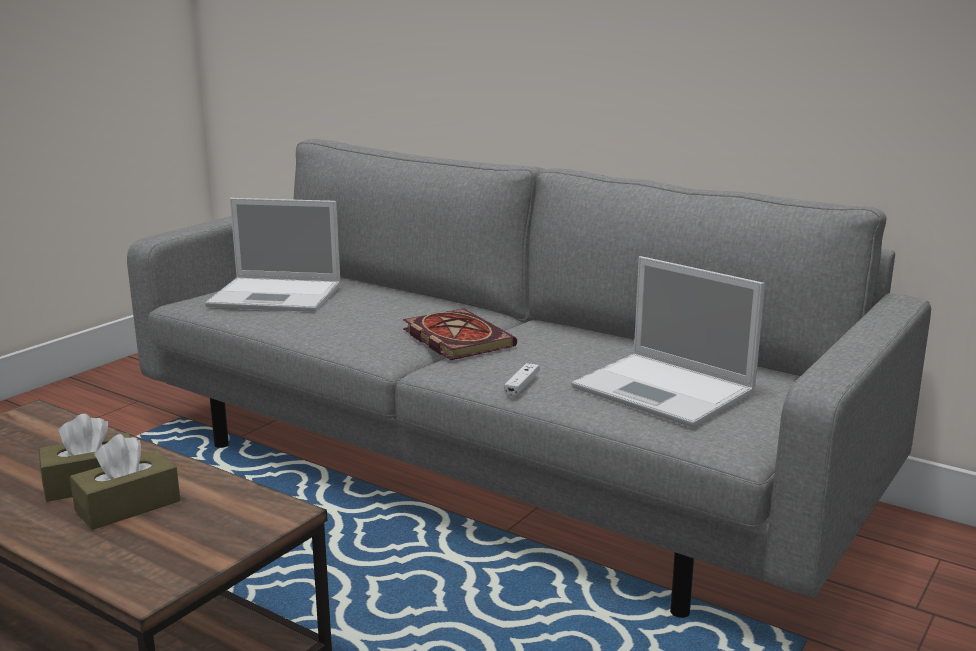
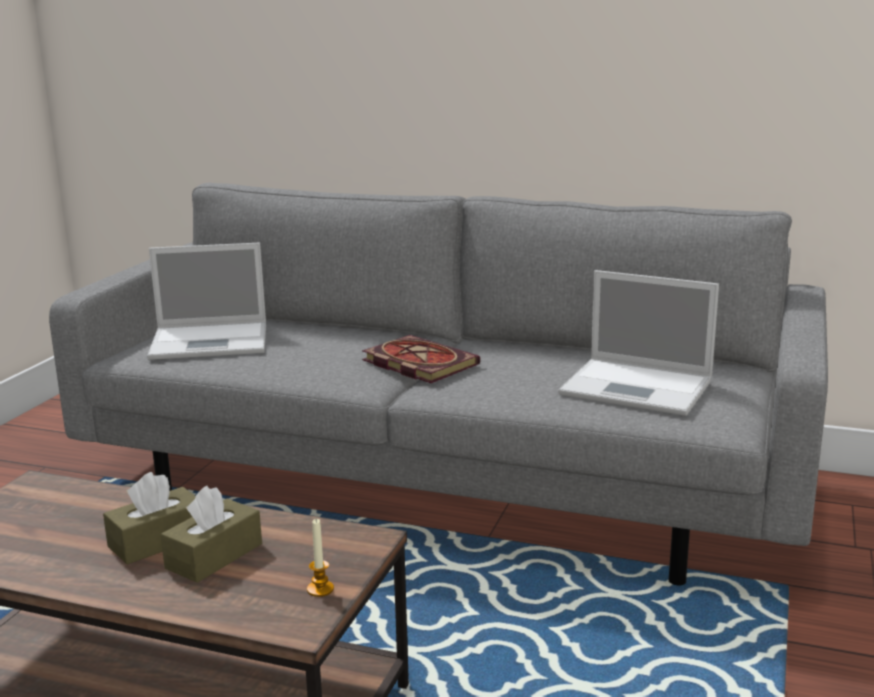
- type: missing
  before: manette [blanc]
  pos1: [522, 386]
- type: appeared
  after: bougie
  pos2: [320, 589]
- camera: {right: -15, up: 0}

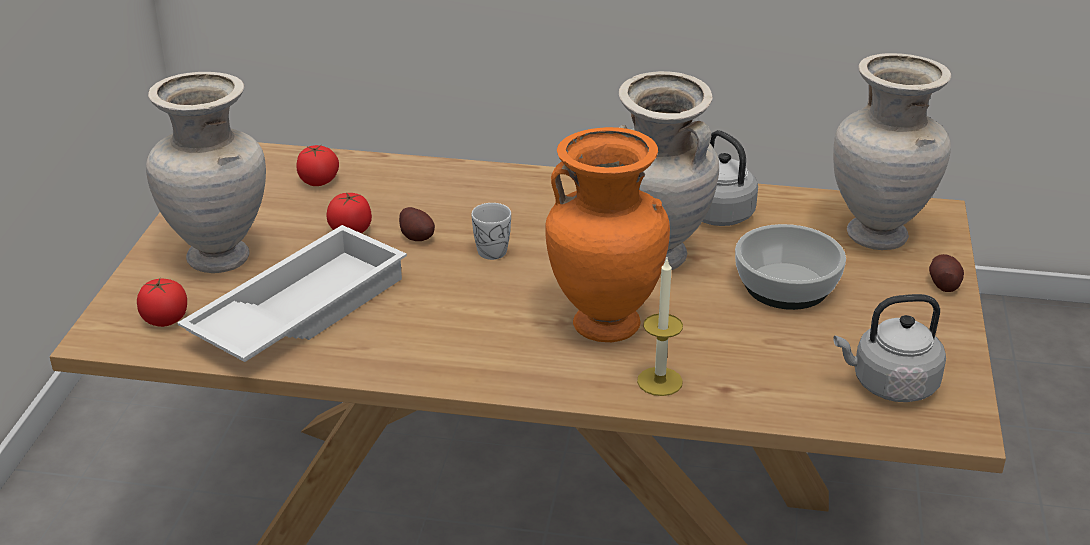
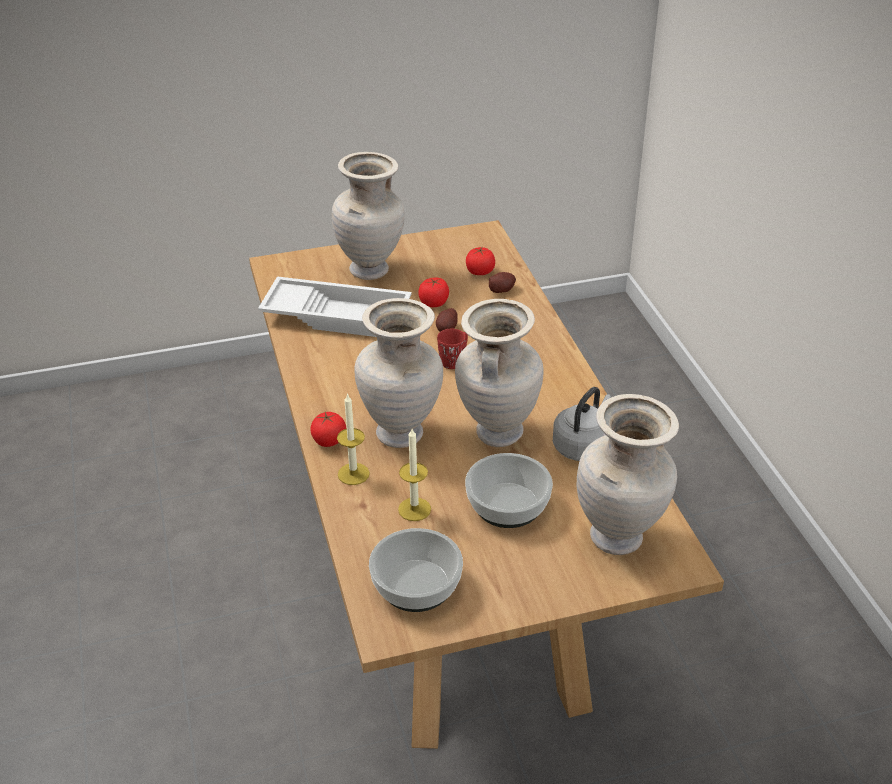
- type: relocated
  before: tomate
  pos1: [165, 319]
  pos2: [329, 441]
- type: colour
  before: mug [blanc]
  after: mug [rouge]
  pos1: [489, 248]
  pos2: [454, 361]
- type: colour
  before: vase [orange]
  after: vase [beige]
  pos1: [605, 324]
  pos2: [401, 433]
- type: exchanged
  before: bouilloire [gris]
  after: bol
  pos1: [890, 385]
  pos2: [415, 584]
- type: relocated
  before: pomme de terre
  pos1: [944, 284]
  pos2: [502, 289]
- type: appeared
  after: bougie
  pos2: [414, 509]
- camera: {right: 65, up: 5}

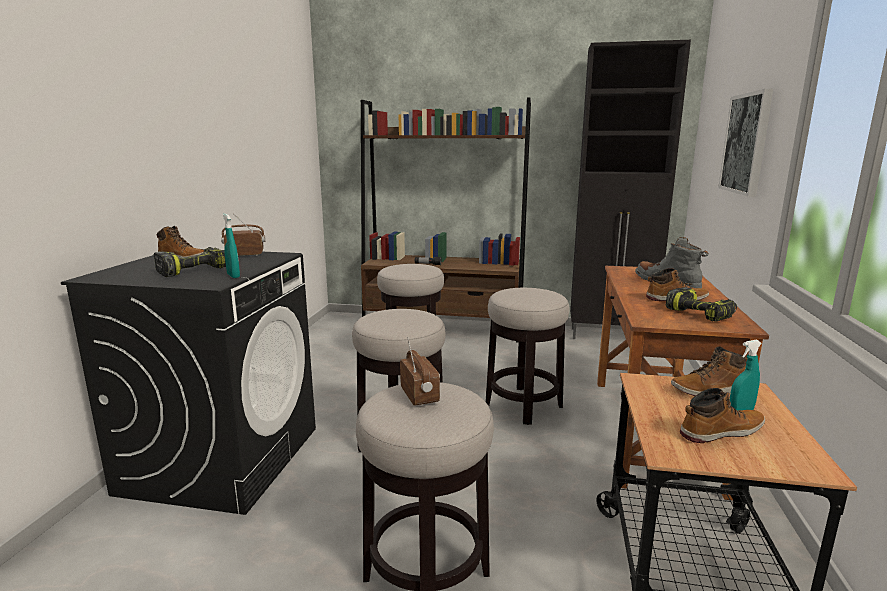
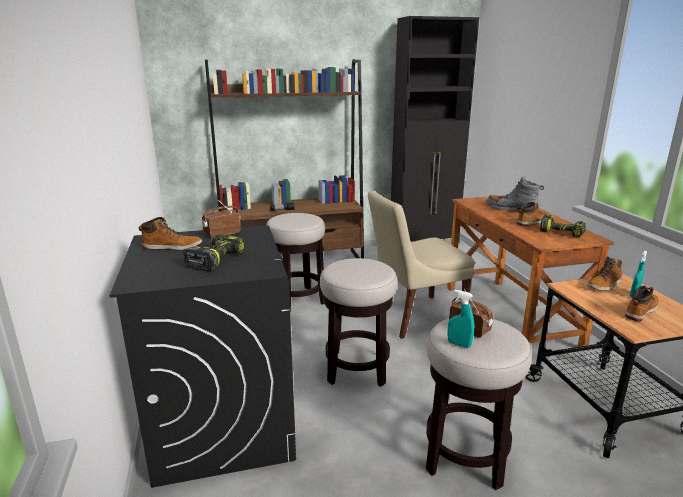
- type: relocated
  before: vaporisateur [turquoise]
  pos1: [233, 276]
  pos2: [459, 344]
- type: exchanged
  before: tabouret
  after: chaise [beige]
  pos1: [523, 405]
  pos2: [414, 316]
- type: missing
  before: tableau
  pos1: [746, 143]
- camera: {right: -25, up: 5}

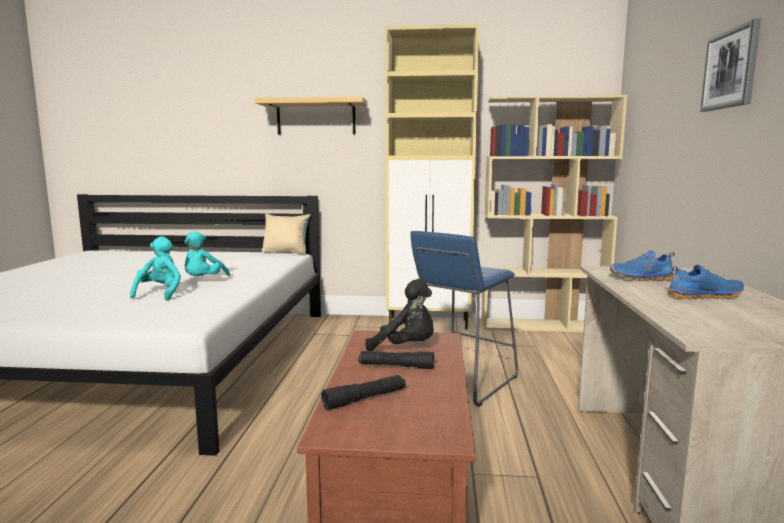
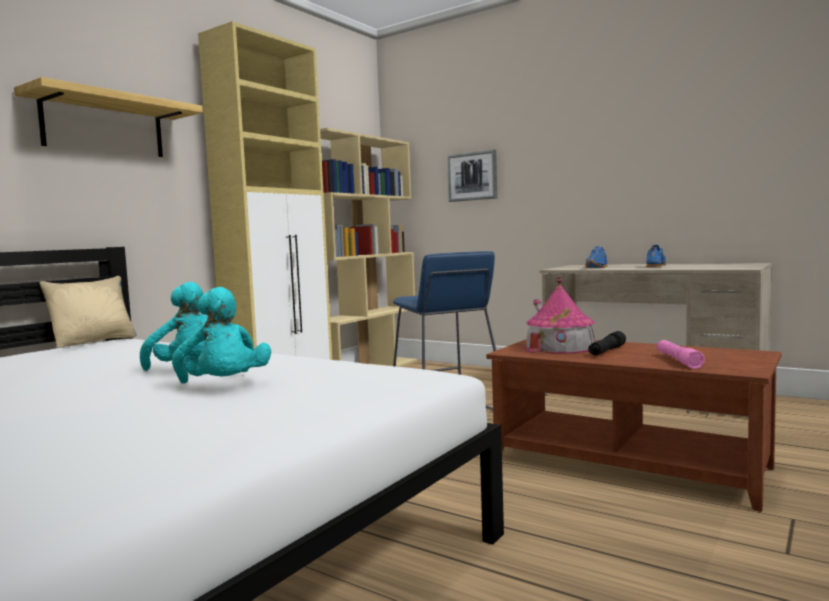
- type: spun
  before: peluche [turquoise]
  pos1: [160, 294]
  pos2: [224, 386]
  turn: -150
- type: colour
  before: lampe de poche [noir]
  after: lampe de poche [rose]
  pos1: [365, 399]
  pos2: [678, 361]
- type: exchanged
  before: peluche [noir]
  after: maison miniature
  pos1: [406, 348]
  pos2: [560, 346]
- type: relocated
  before: tableau
  pos1: [730, 69]
  pos2: [472, 176]
- camera: {right: -60, up: -5}

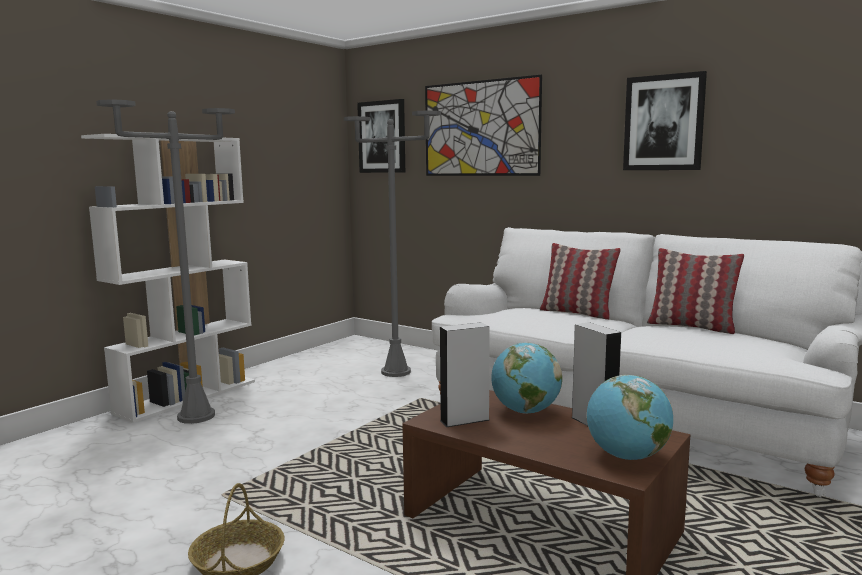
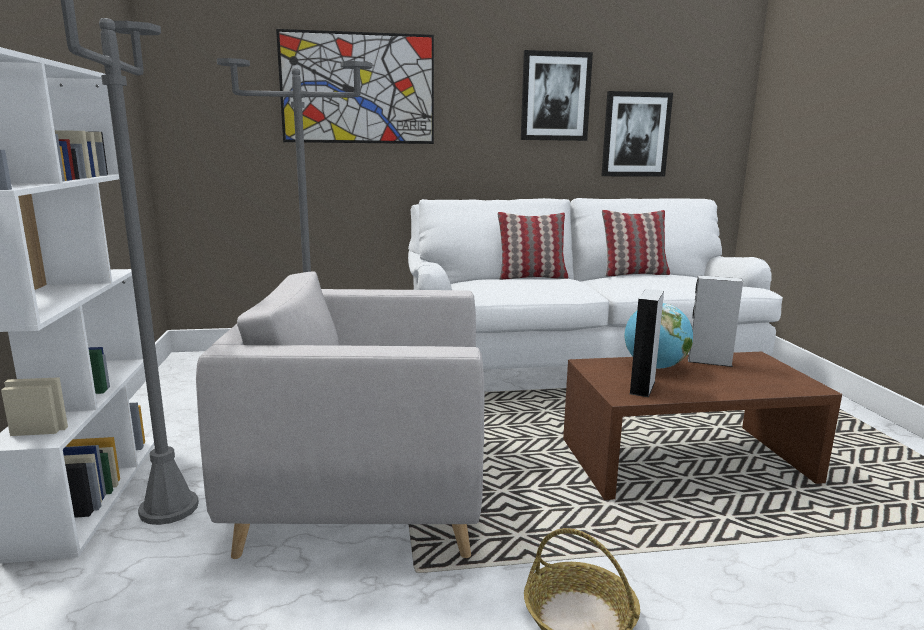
- type: relocated
  before: tableau
  pos1: [382, 137]
  pos2: [635, 134]
- type: missing
  before: globe
  pos1: [627, 457]
- type: appeared
  after: fauteuil [gris]
  pos2: [366, 490]
- camera: {right: -45, up: 5}

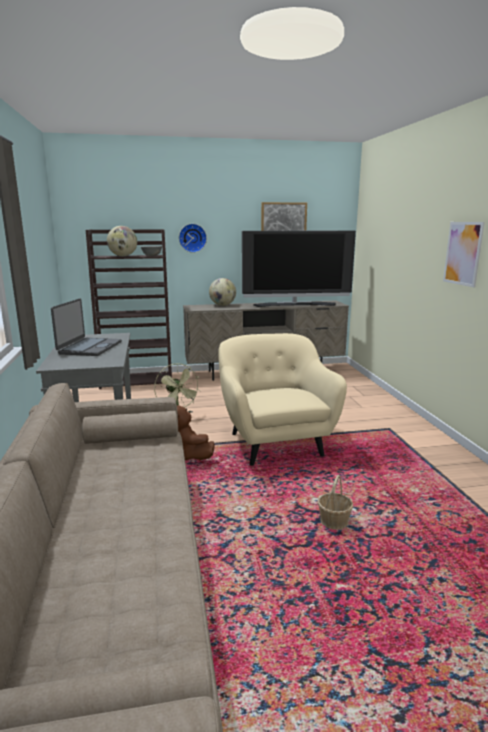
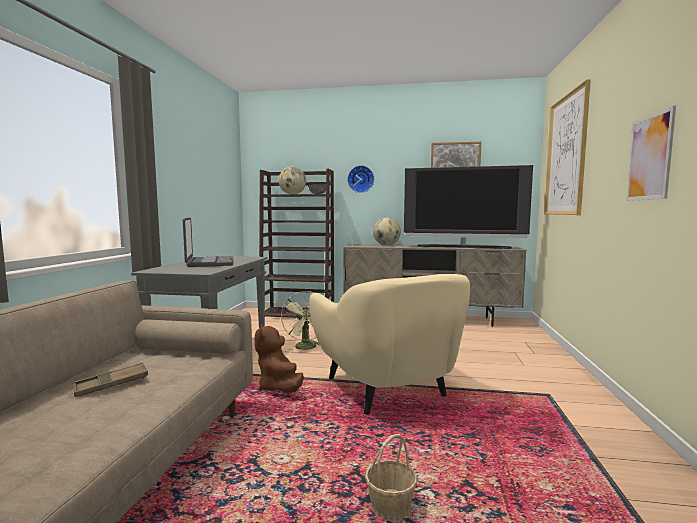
- type: spun
  before: ordinateur portable
  pos1: [89, 348]
  pos2: [210, 263]
  turn: -45
- type: spun
  before: fauteuil [beige]
  pos1: [275, 443]
  pos2: [387, 389]
  turn: 150
- type: appeared
  after: plateau [marron]
  pos2: [111, 384]
- type: appeared
  after: tableau
  pos2: [566, 155]
- camera: {right: 20, up: -10}

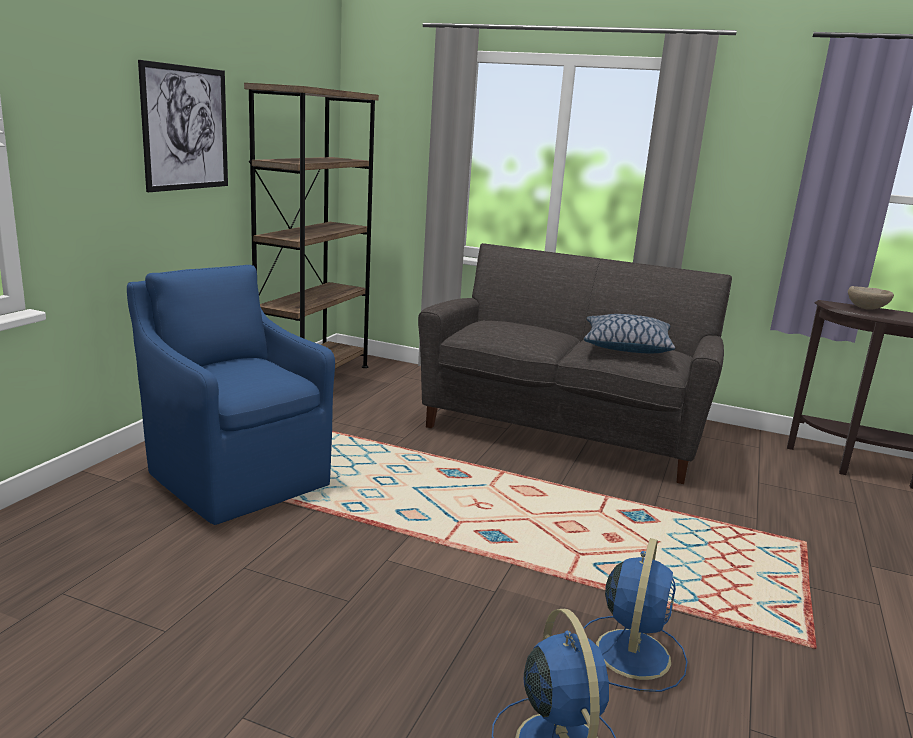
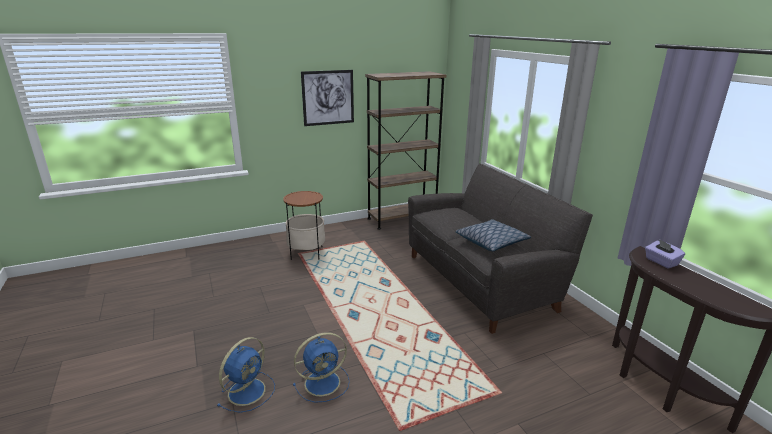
- type: exchanged
  before: fauteuil [bleu]
  after: table d'appoint
  pos1: [236, 477]
  pos2: [307, 253]
- type: exchanged
  before: bol [beige]
  after: boîte à mouchoirs [violet]
  pos1: [867, 309]
  pos2: [661, 262]
- camera: {right: 45, up: 5}

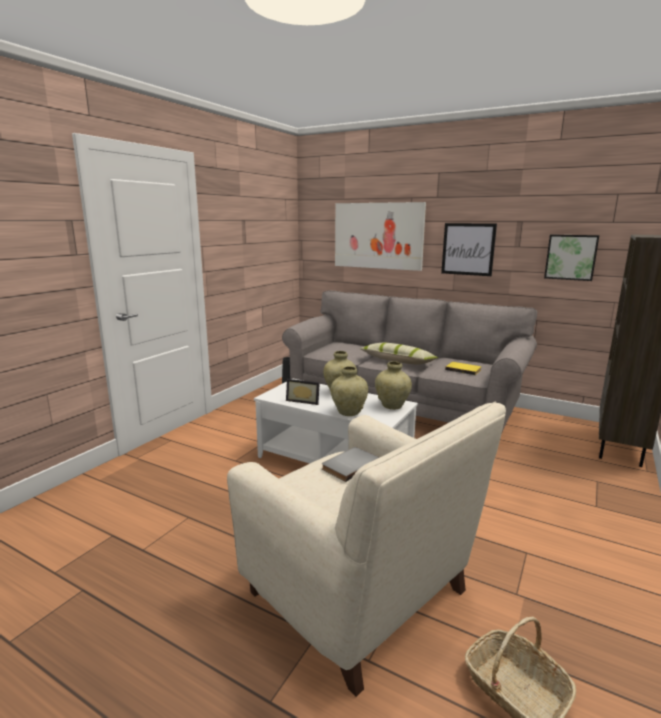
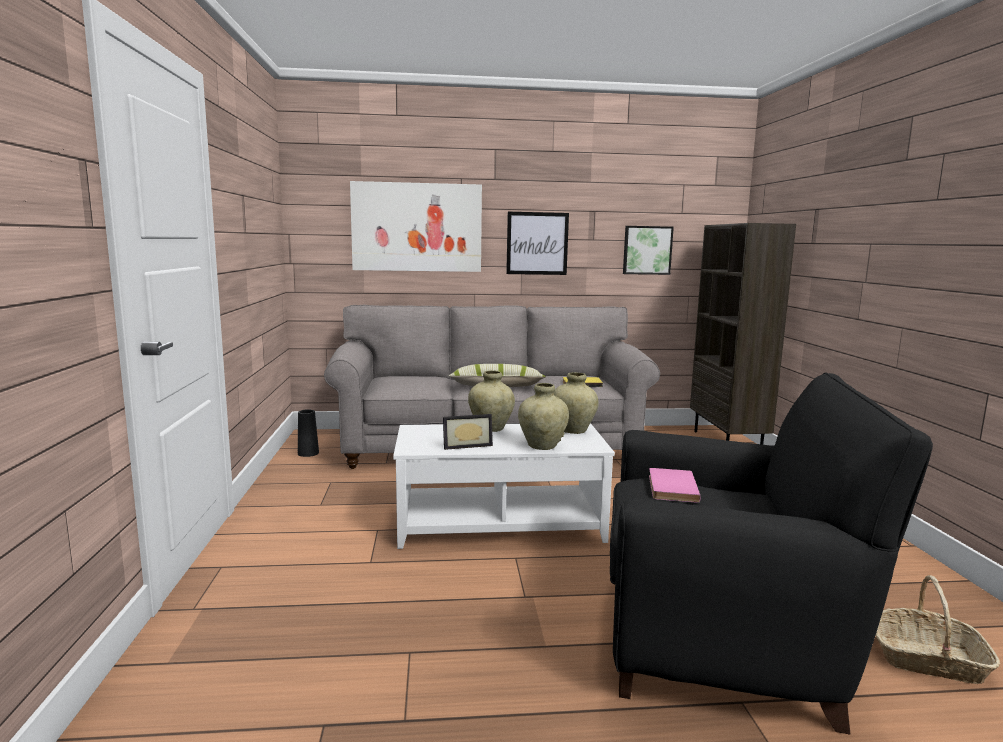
- type: colour
  before: fauteuil [beige]
  after: fauteuil [noir]
  pos1: [361, 595]
  pos2: [723, 645]
- type: colour
  before: livre [gris]
  after: livre [rose]
  pos1: [349, 465]
  pos2: [670, 487]
- camera: {right: -35, up: -5}

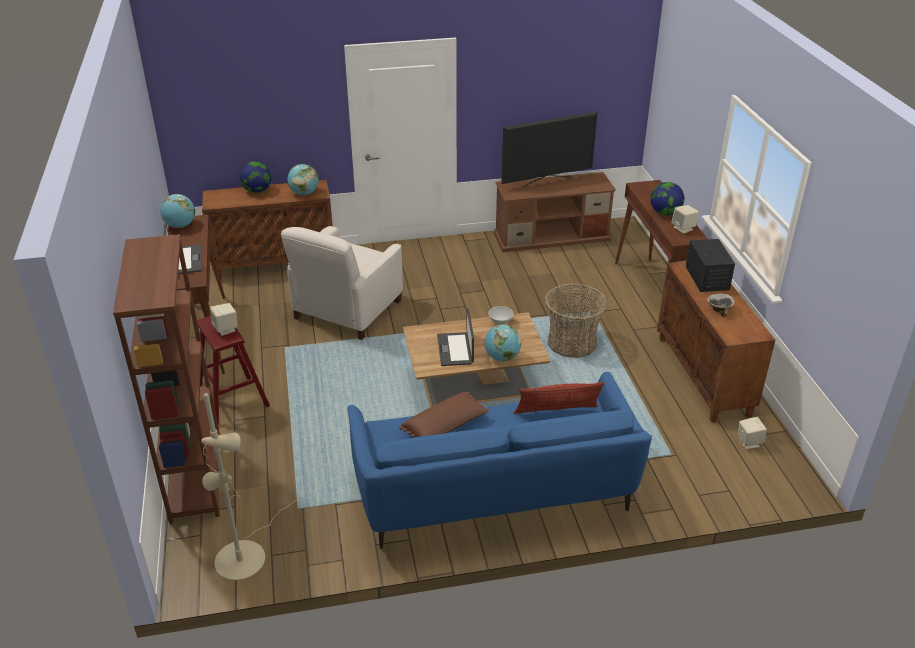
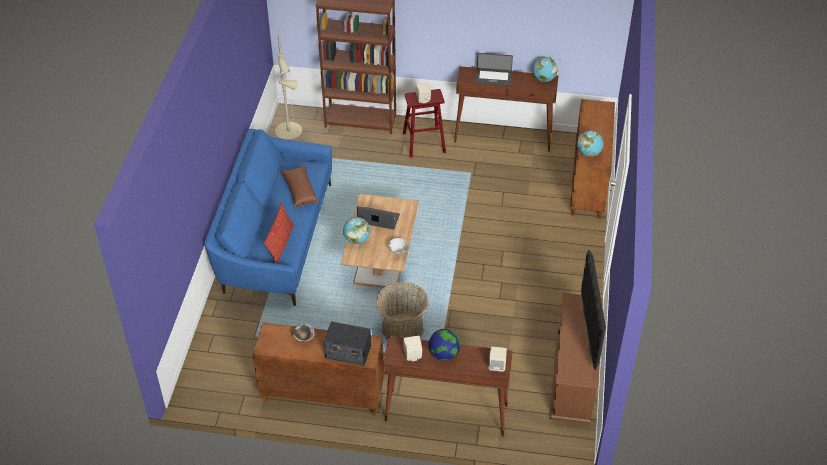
- type: missing
  before: globe
  pos1: [257, 191]
- type: missing
  before: fauteuil [blanc]
  pos1: [347, 310]
- type: relocated
  before: enceinte [beige]
  pos1: [748, 442]
  pos2: [497, 365]
- camera: {right: 110, up: 10}

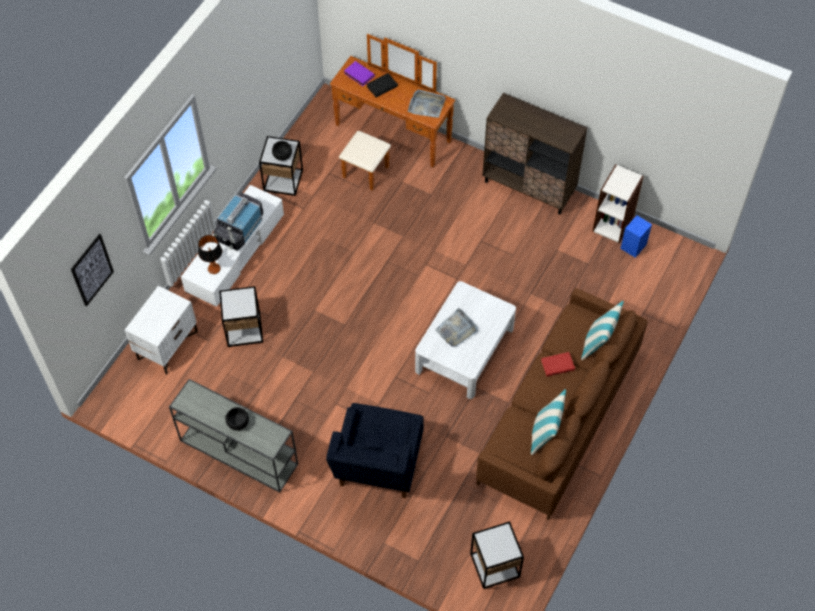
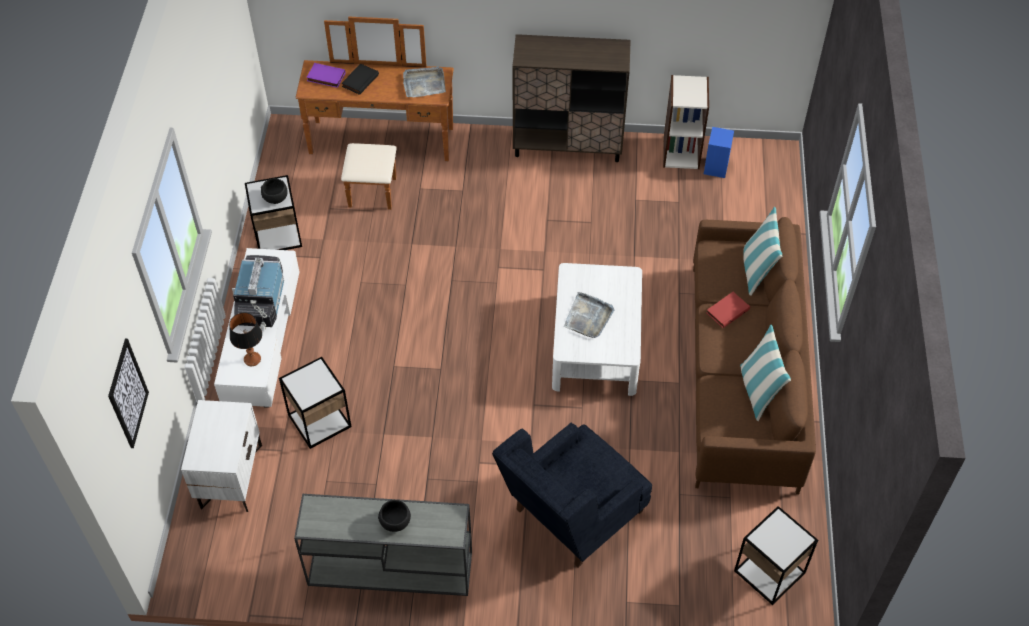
- type: spun
  before: fauteuil [bleu]
  pos1: [378, 468]
  pos2: [571, 517]
  turn: 60
- camera: {right: -25, up: -5}

